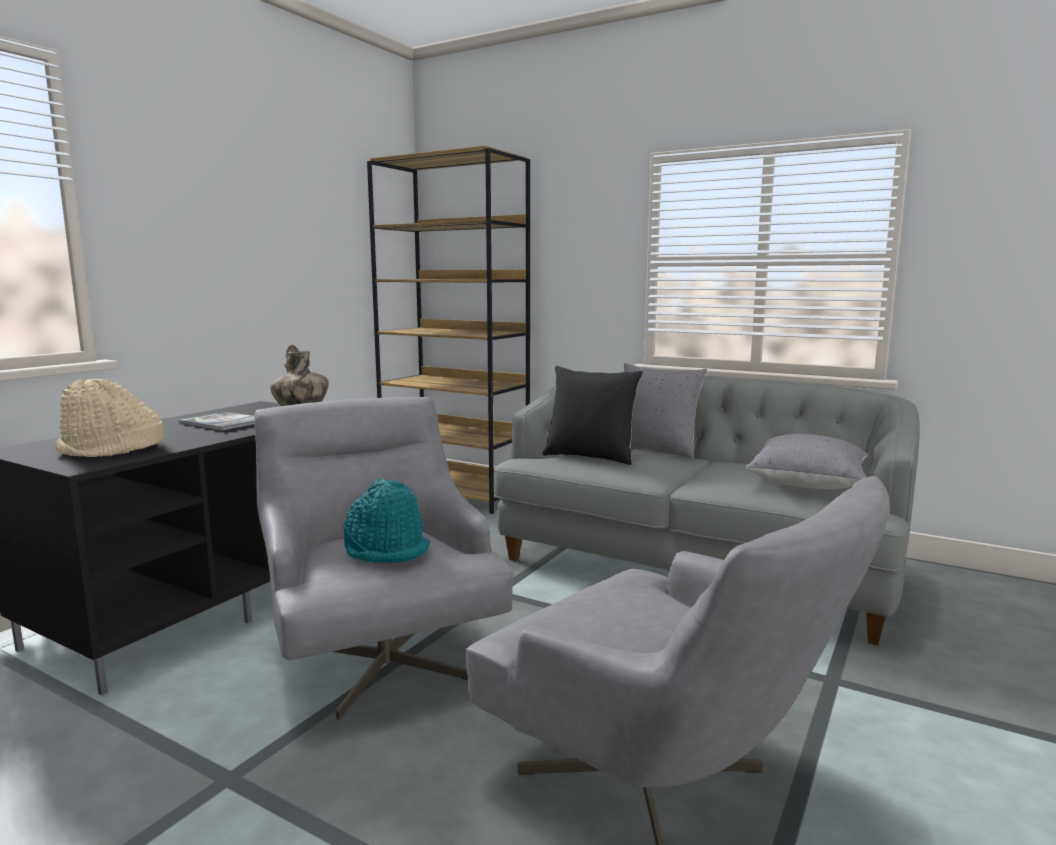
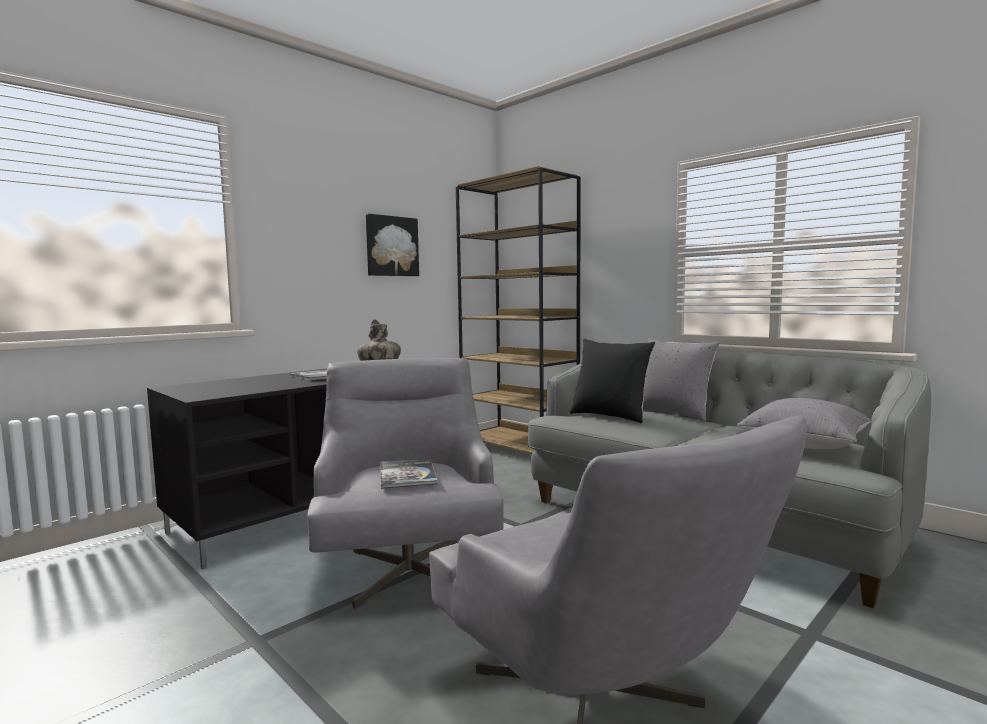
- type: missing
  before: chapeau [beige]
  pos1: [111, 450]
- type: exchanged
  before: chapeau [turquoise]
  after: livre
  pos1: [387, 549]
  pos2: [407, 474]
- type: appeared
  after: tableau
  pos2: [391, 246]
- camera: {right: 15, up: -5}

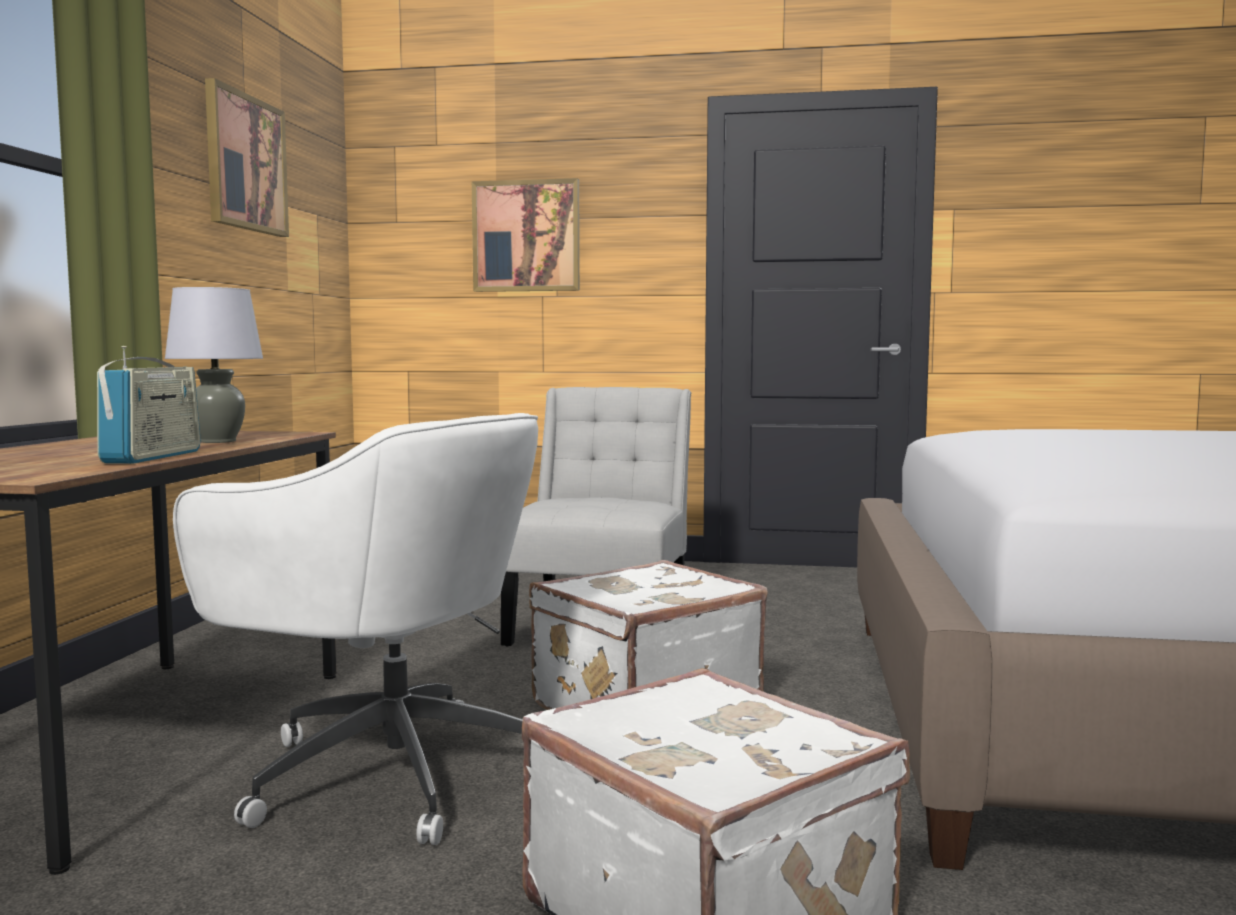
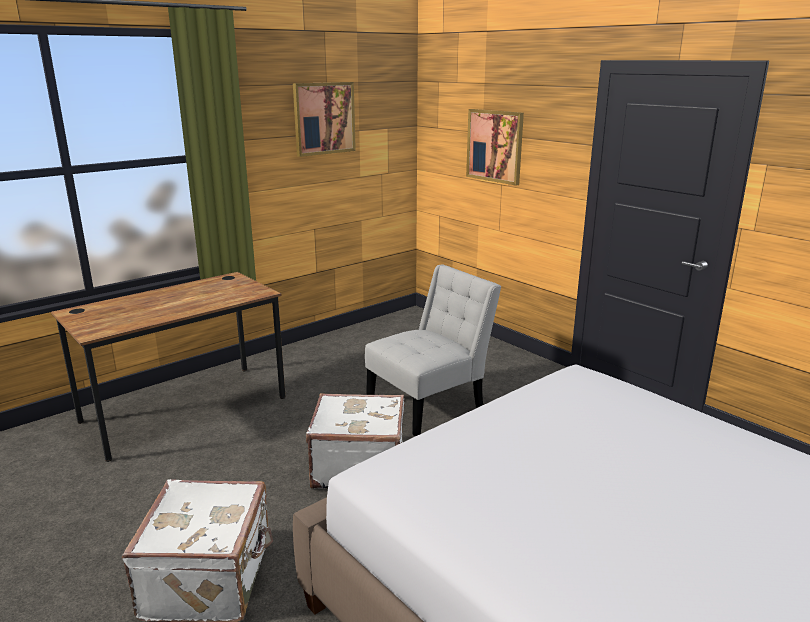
- type: missing
  before: radio
  pos1: [153, 457]
- type: missing
  before: lampe de table [gris]
  pos1: [217, 441]
- type: missing
  before: chaise de bureau [blanc]
  pos1: [388, 772]
- camera: {right: 40, up: 15}

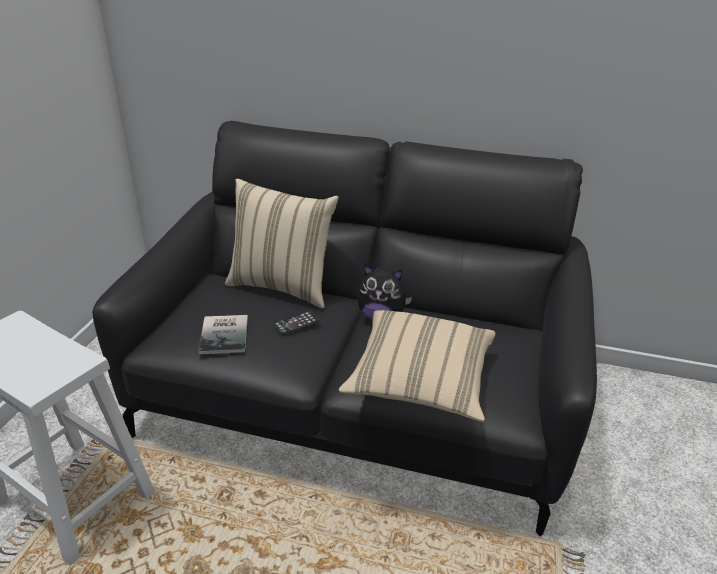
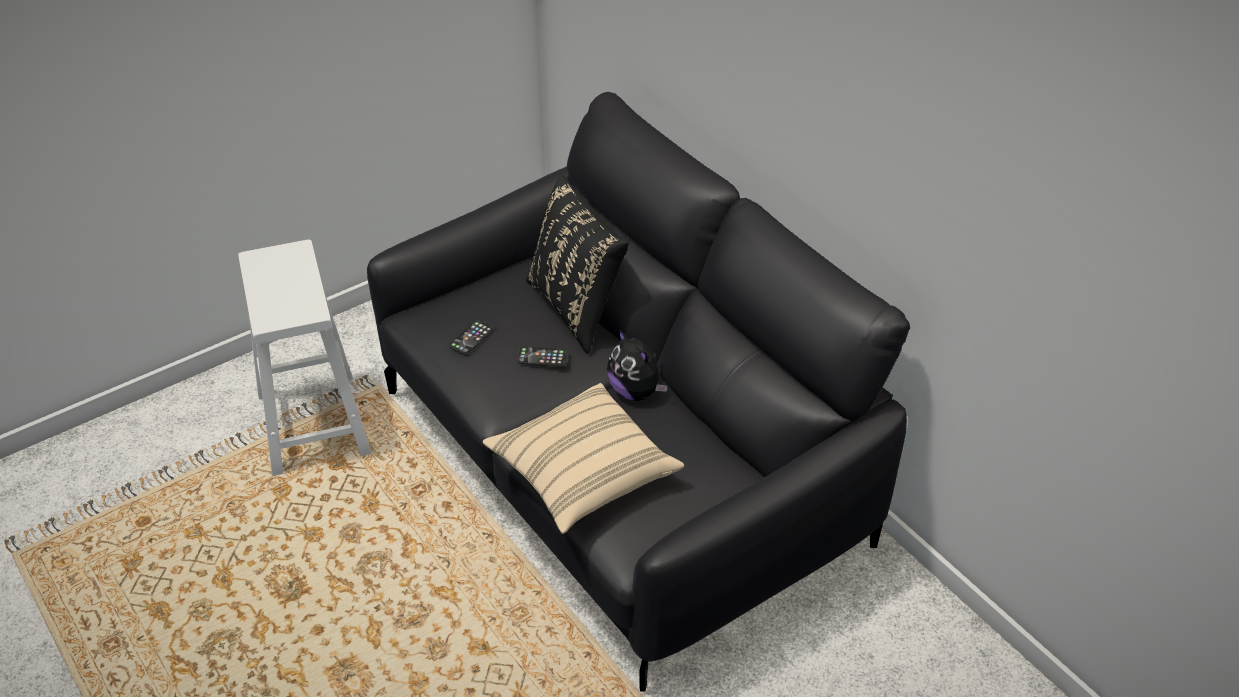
- type: exchanged
  before: livre
  after: téléphone
  pos1: [226, 334]
  pos2: [472, 337]
- type: colour
  before: coussin [beige]
  after: coussin [noir]
  pos1: [282, 286]
  pos2: [577, 308]
- camera: {right: 40, up: 10}

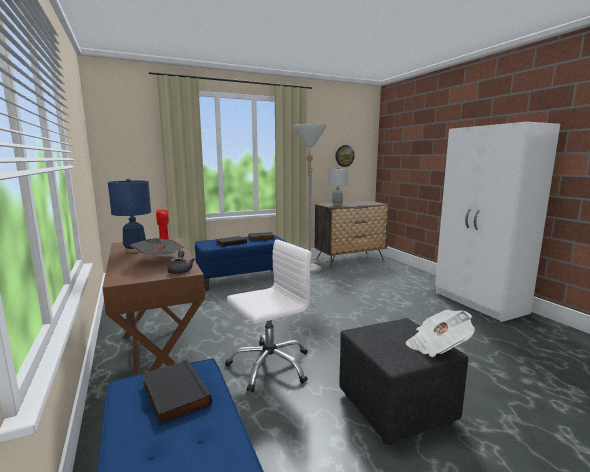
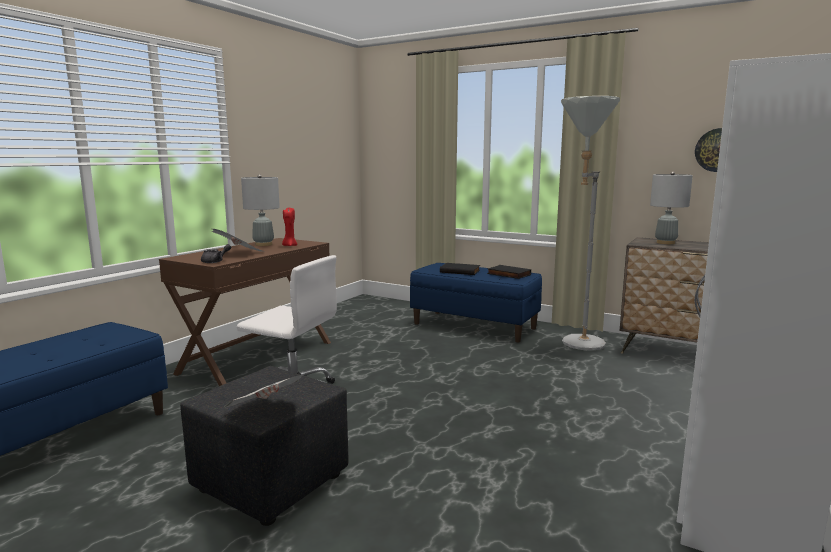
- type: colour
  before: lampe de table [bleu]
  after: lampe de table [gris]
  pos1: [135, 250]
  pos2: [263, 244]
- type: missing
  before: livre [noir]
  pos1: [173, 394]
- camera: {right: 55, up: 0}

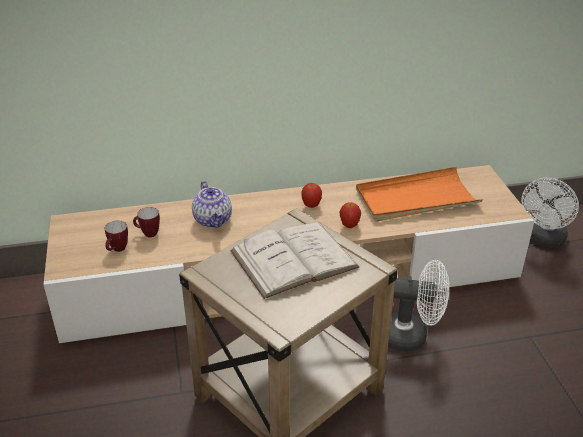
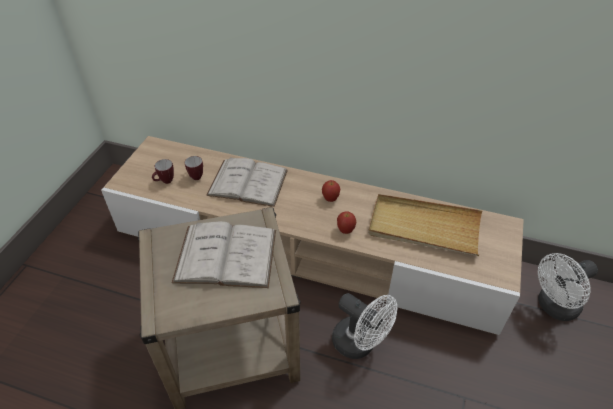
- type: exchanged
  before: théière
  after: livre [blanc]
  pos1: [213, 220]
  pos2: [248, 182]
- type: colour
  before: plateau [orange]
  after: plateau [beige]
  pos1: [416, 199]
  pos2: [424, 227]
- camera: {right: 30, up: 10}

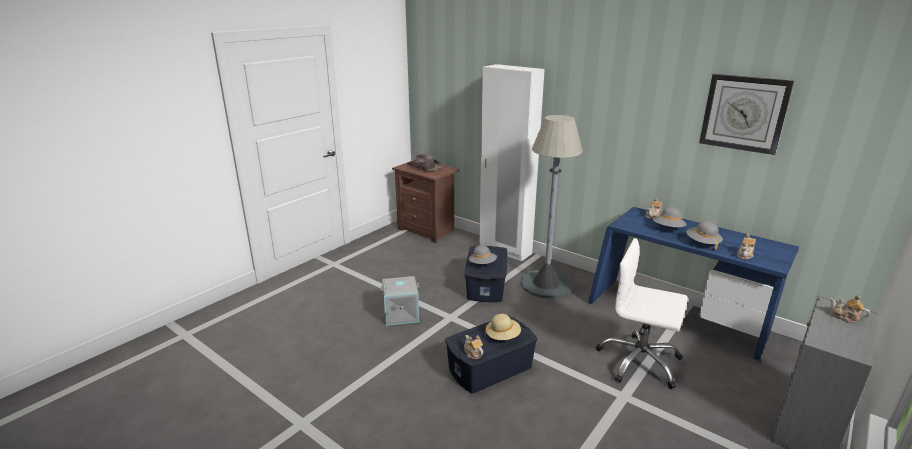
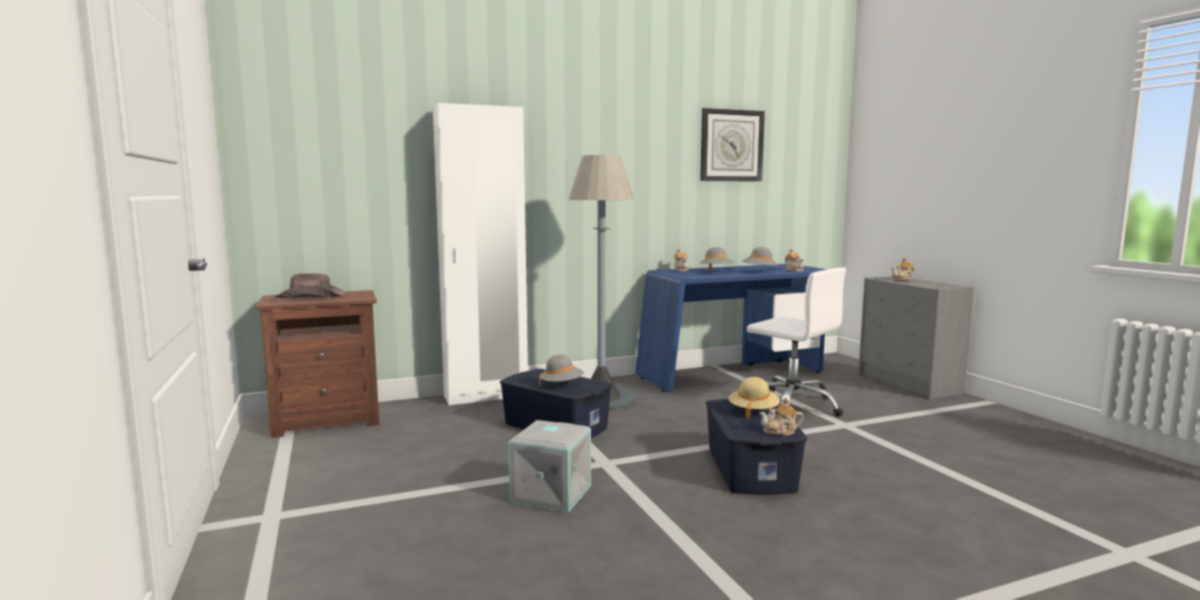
- type: spun
  before: chaise de bureau [blanc]
  pos1: [639, 362]
  pos2: [792, 405]
  turn: -105
- camera: {right: -60, up: -15}

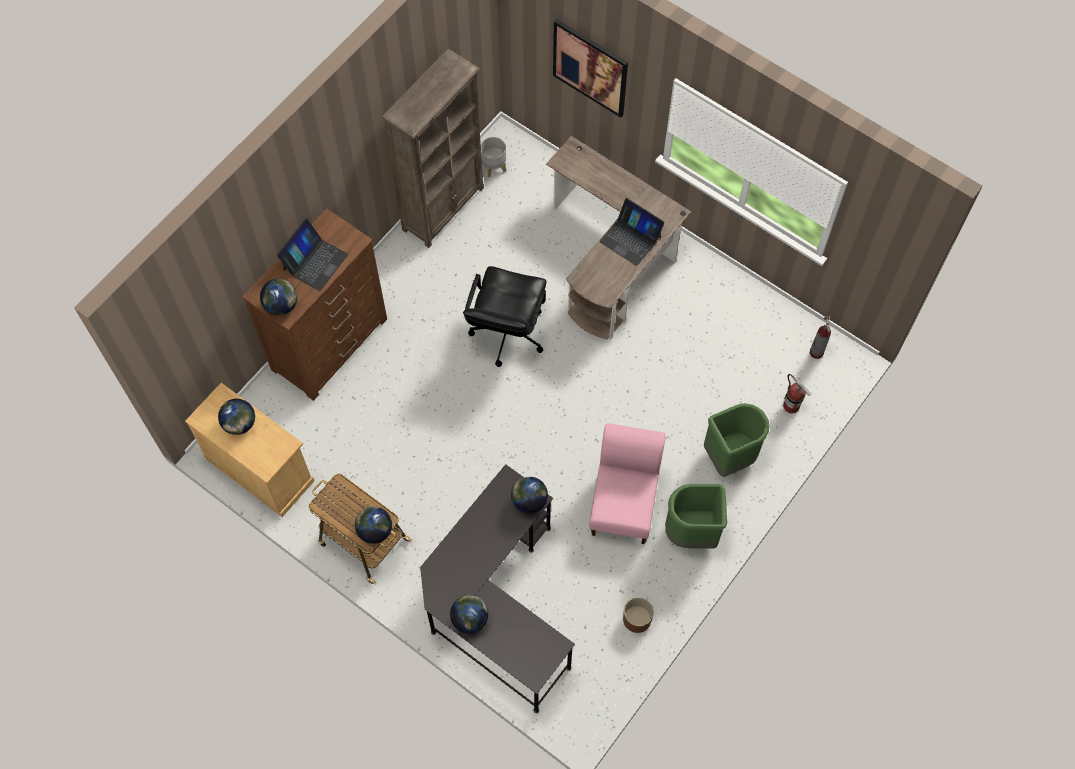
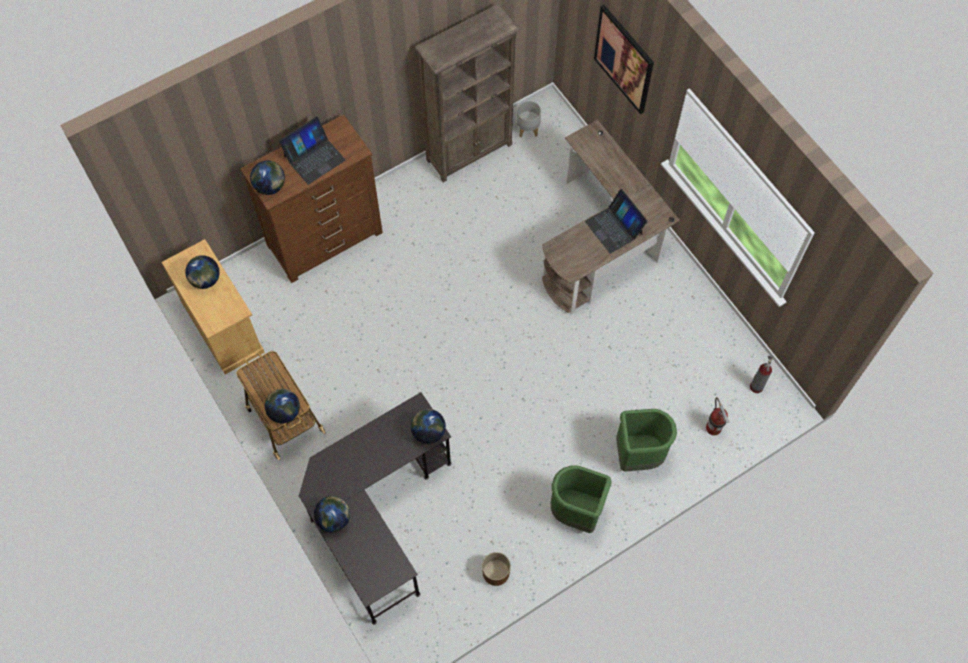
- type: missing
  before: chaise de bureau [noir]
  pos1: [507, 333]
- type: missing
  before: chaise [rose]
  pos1: [624, 502]
- camera: {right: 20, up: 0}

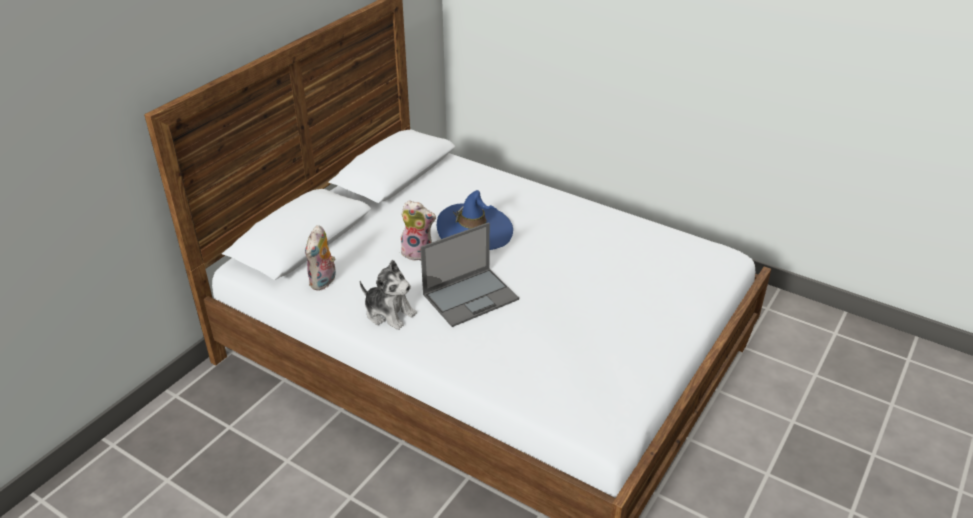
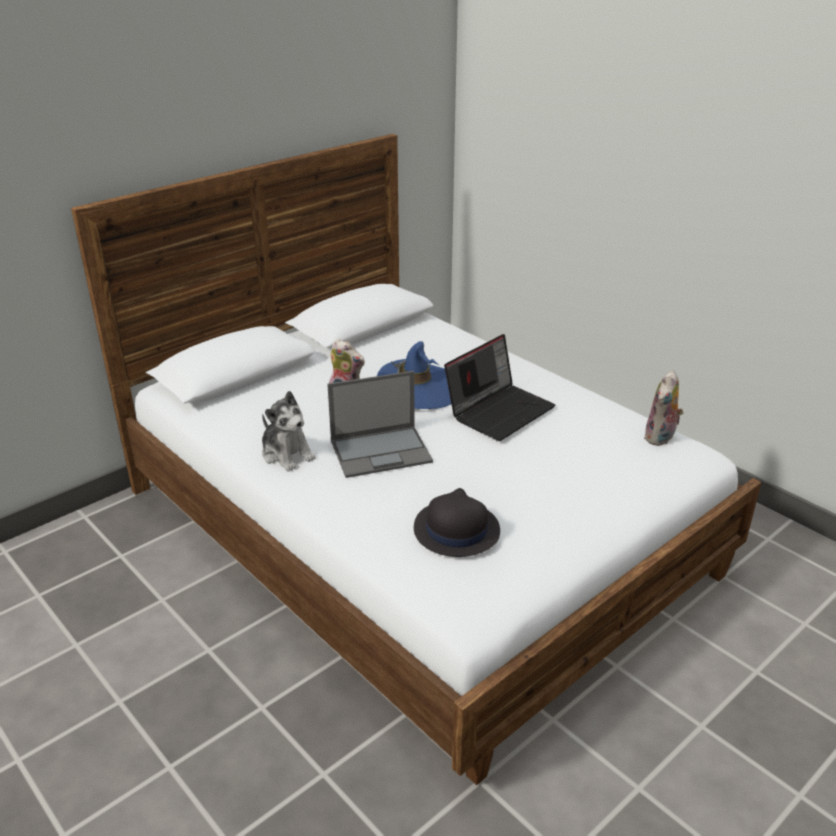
- type: relocated
  before: peluche
  pos1: [324, 282]
  pos2: [661, 438]
- type: appeared
  after: chapeau [noir]
  pos2: [455, 530]
- type: appeared
  after: ordinateur portable
  pos2: [499, 410]
- camera: {right: 15, up: -5}

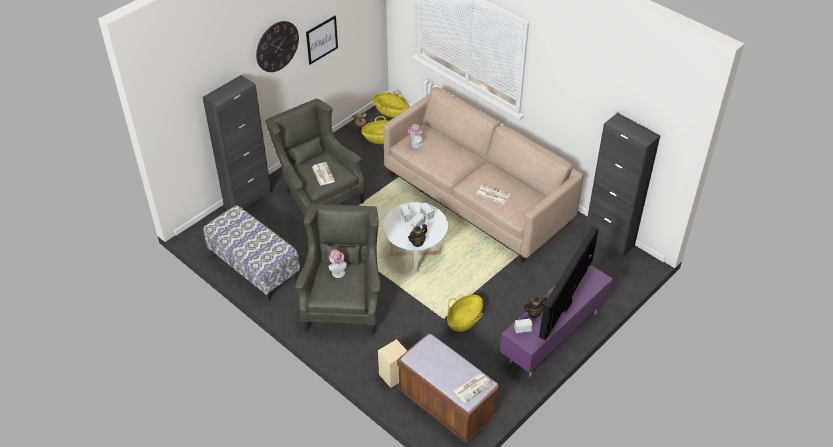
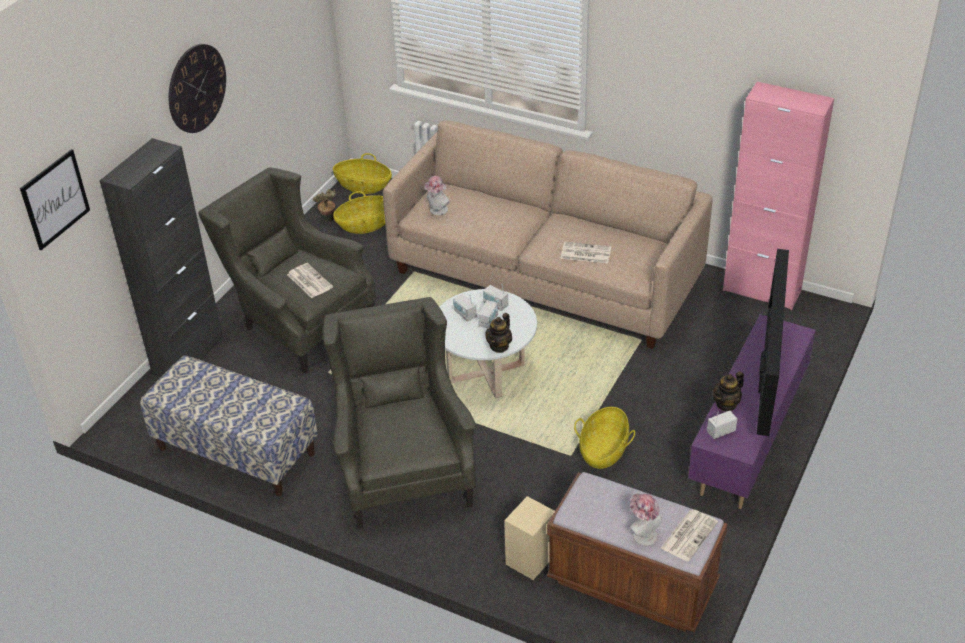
- type: relocated
  before: tableau
  pos1: [322, 39]
  pos2: [55, 199]
- type: relocated
  before: chapeau
  pos1: [337, 271]
  pos2: [642, 534]
- type: colour
  before: meuble de rangement [noir]
  after: meuble de rangement [rose]
  pos1: [609, 240]
  pos2: [761, 291]
- camera: {right: -15, up: -5}

